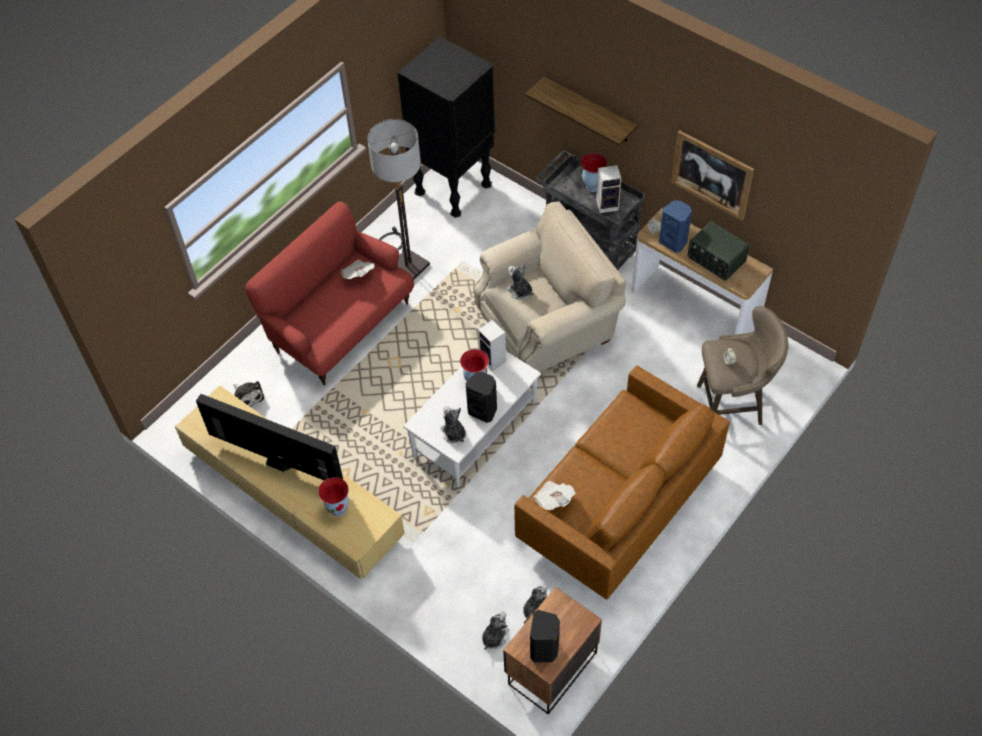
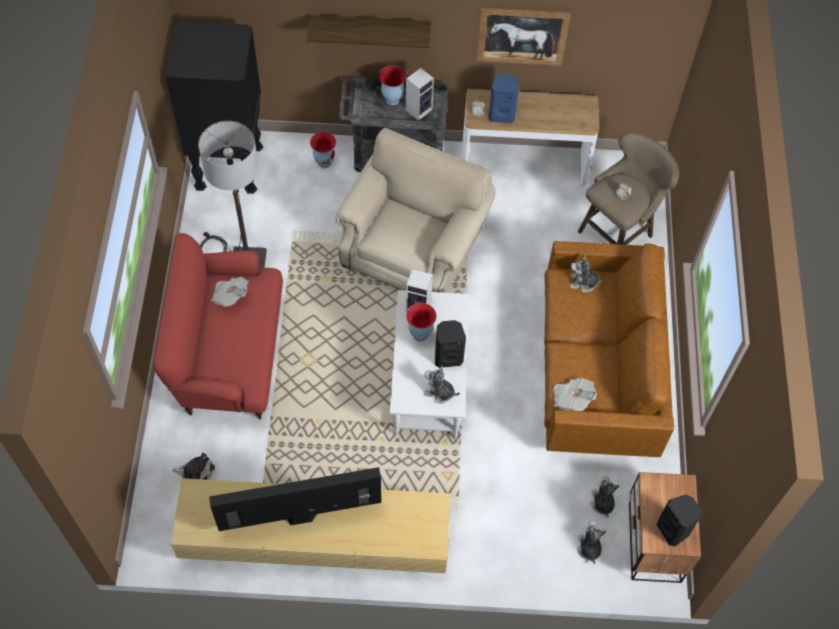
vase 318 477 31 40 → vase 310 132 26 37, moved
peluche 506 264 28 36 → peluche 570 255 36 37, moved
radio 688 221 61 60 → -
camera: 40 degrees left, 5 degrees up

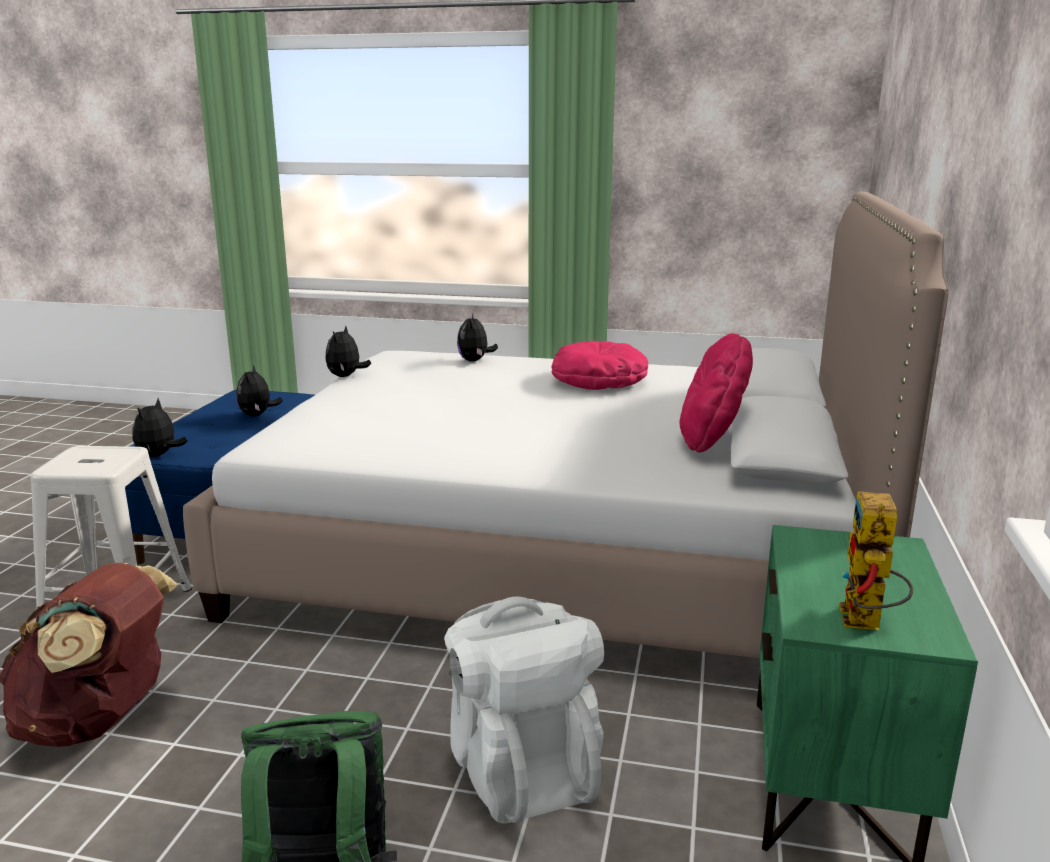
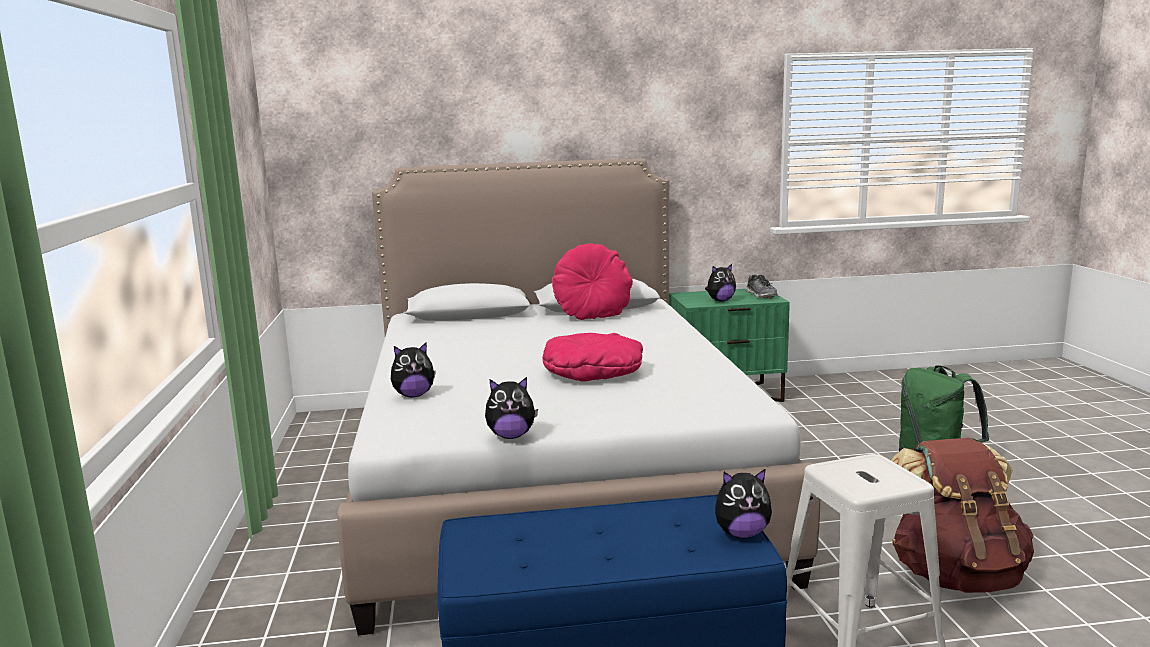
coussin (rose) 551 341 97 49 → coussin (rose) 542 333 101 49, moved
peluche 236 365 47 51 → peluche 705 264 31 37, moved
robot jouet 839 491 74 139 → chaussure 746 275 32 23
sac à dos (blanc) 444 596 160 227 → -
camera: 110 degrees left, 5 degrees down

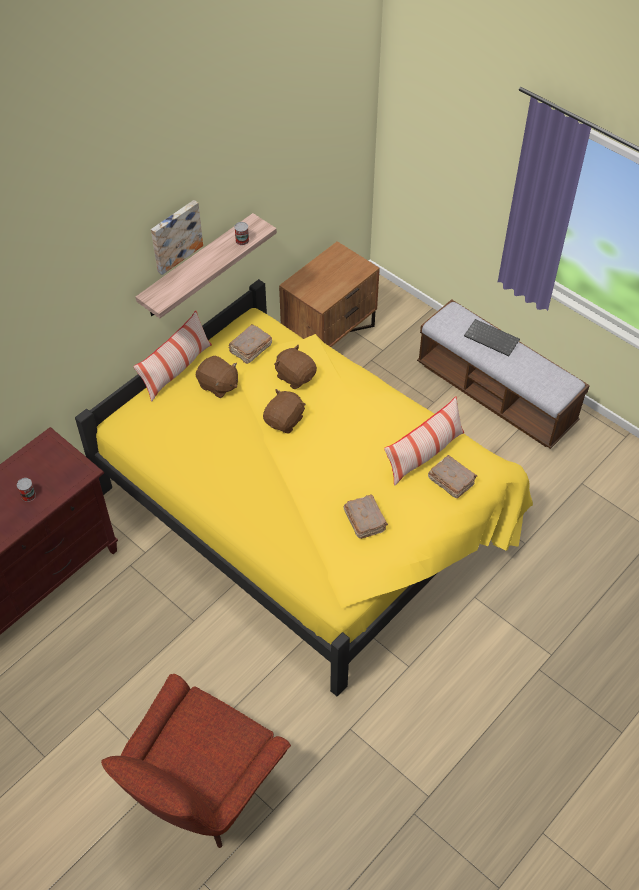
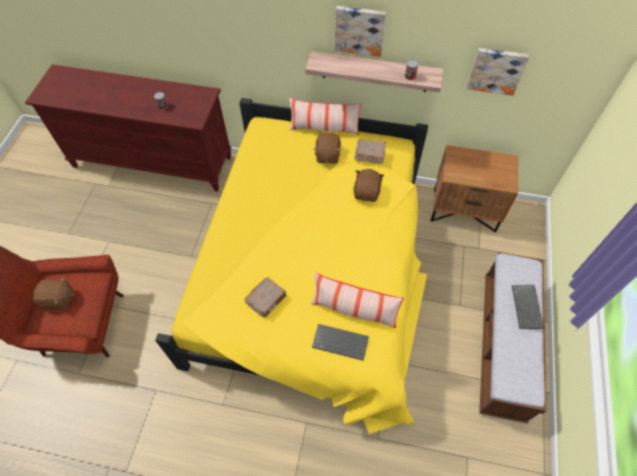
peluche (marron) 263 389 43 45 → peluche (marron) 33 277 42 33, moved
livre (marron) 428 455 49 43 → clavier 312 324 57 37
- → tableau 467 48 62 48
camera: 60 degrees right, 5 degrees up

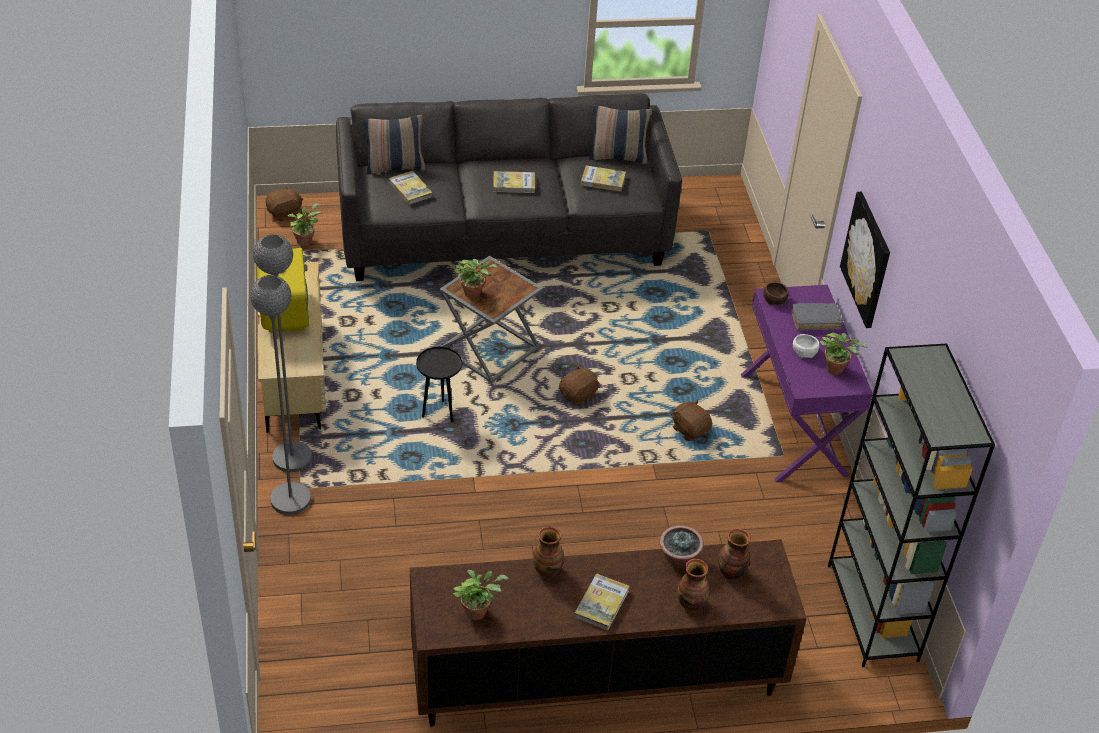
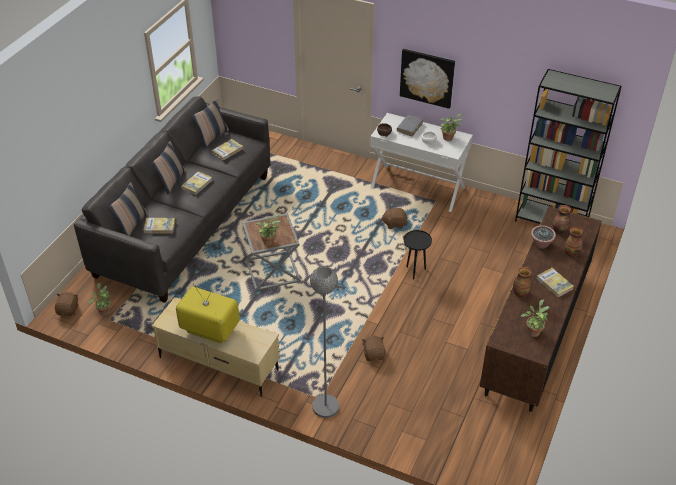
- → coussin 152 141 34 53
peluche (marron) 559 365 41 41 → peluche (marron) 362 336 24 25, moved
table console (violet) 741 285 132 197 → table console (blanc) 370 113 103 99
table d'appoint (noir) 416 347 46 75 → table d'appoint (noir) 404 230 28 50, moved
lampadaire (gris) 253 234 59 238 → -
camera: 55 degrees left, 0 degrees up

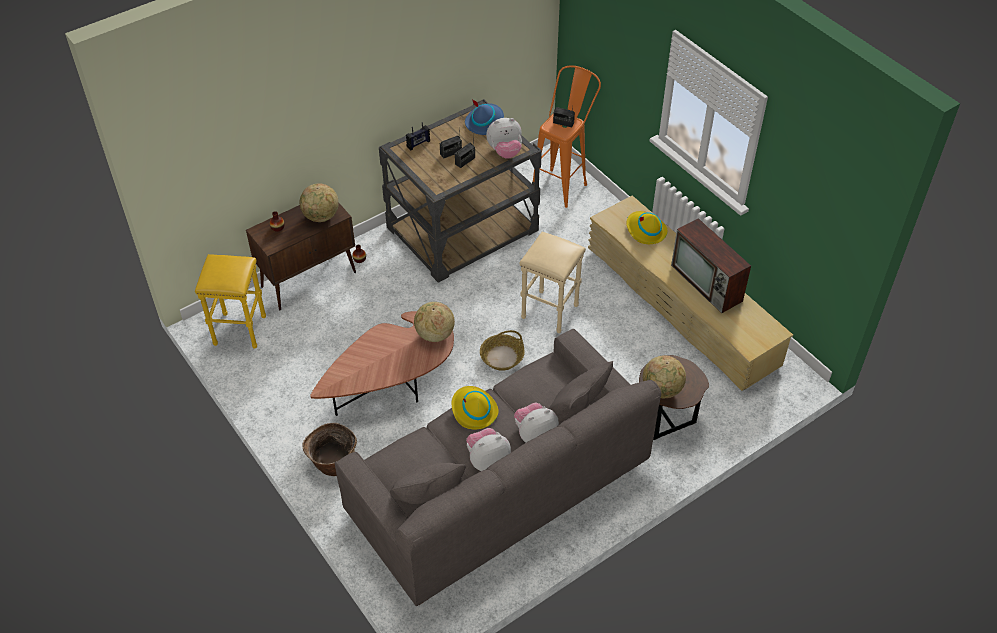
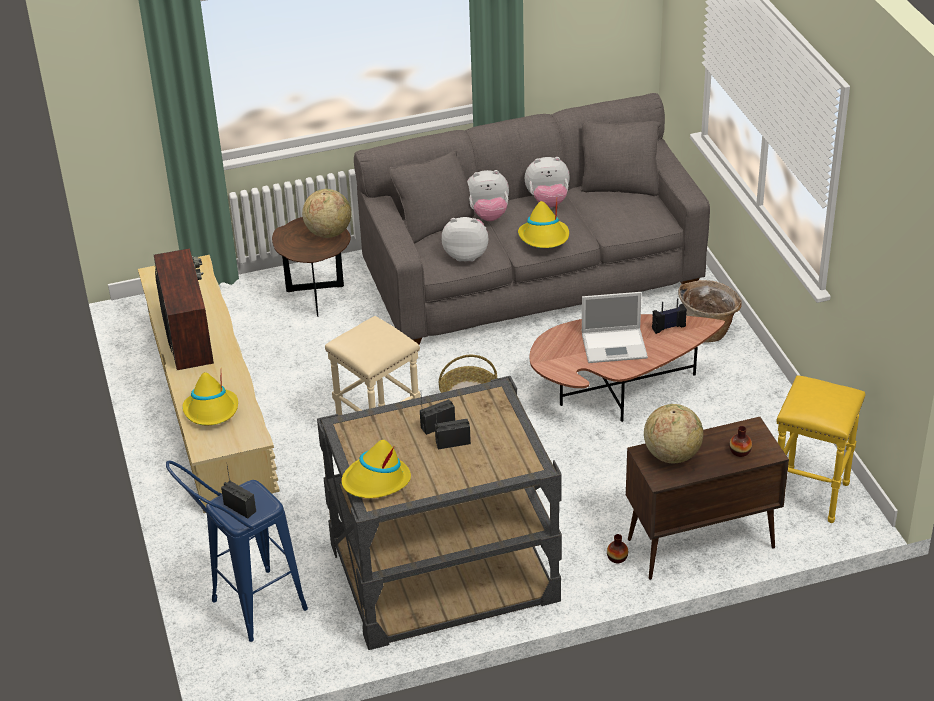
tabouret (orange) 533 65 68 143 → tabouret (bleu) 166 461 142 181
chapeau (bleu) 465 100 39 35 → chapeau (jaune) 341 440 70 58
peluche 486 118 36 41 → peluche 441 217 47 45, moved
- → ordinateur portable 582 292 66 71
radio 406 122 24 29 → radio 652 298 35 36, moved
globe 414 302 41 40 → -
camera: 160 degrees left, 10 degrees down

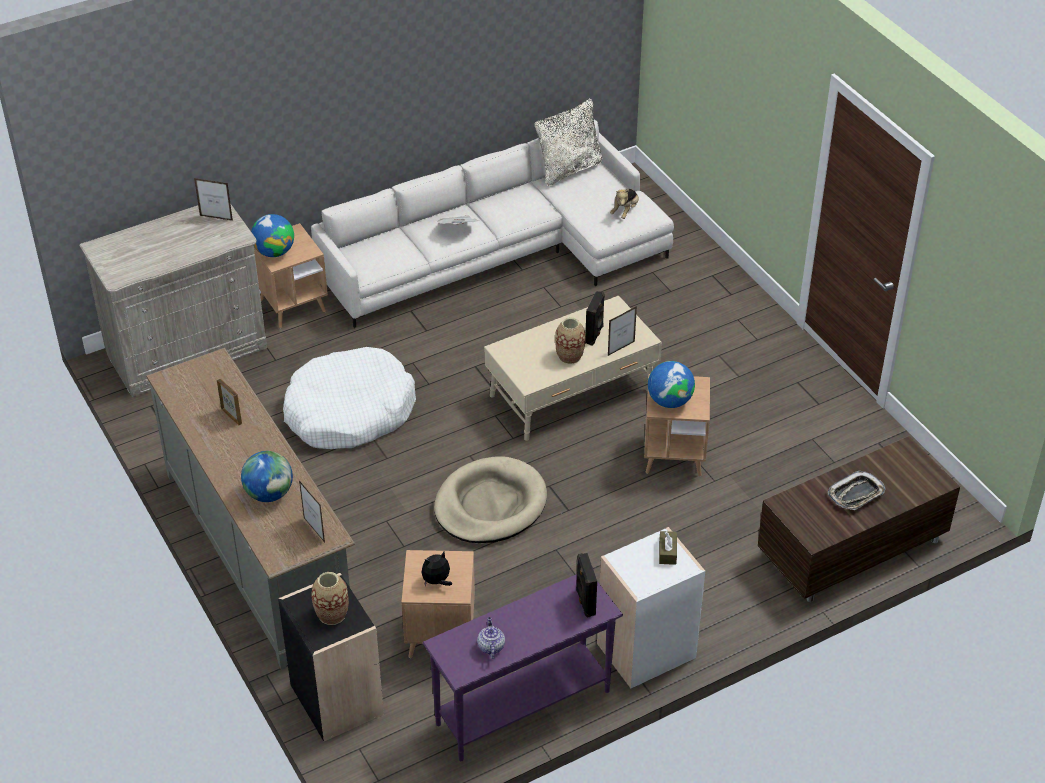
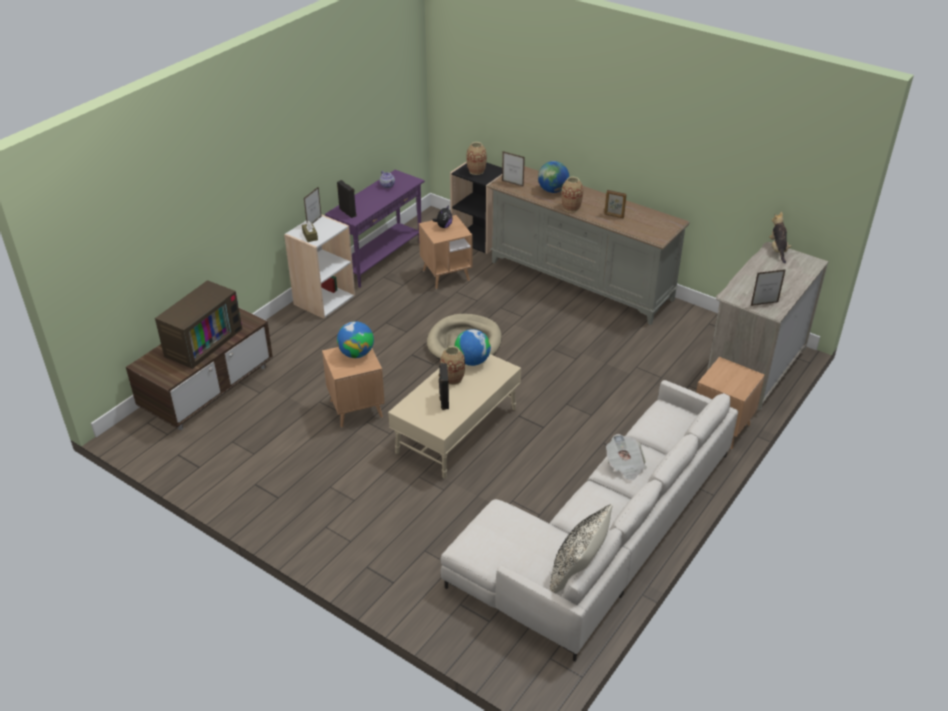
plateau 828 471 58 39 → téléviseur 155 280 87 89
cadre photo 608 306 29 50 → cadre photo 304 187 18 37, moved
globe 251 214 43 43 → globe 454 329 37 37, moved
- → vase 561 177 22 35
peluche 610 189 29 30 → peluche 769 212 22 52, moved
panier pour chien (blanc) 283 347 133 102 → -
camera: 155 degrees right, 5 degrees down

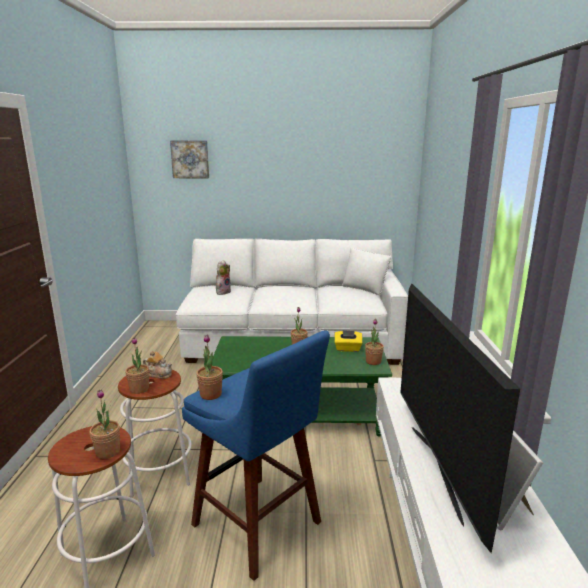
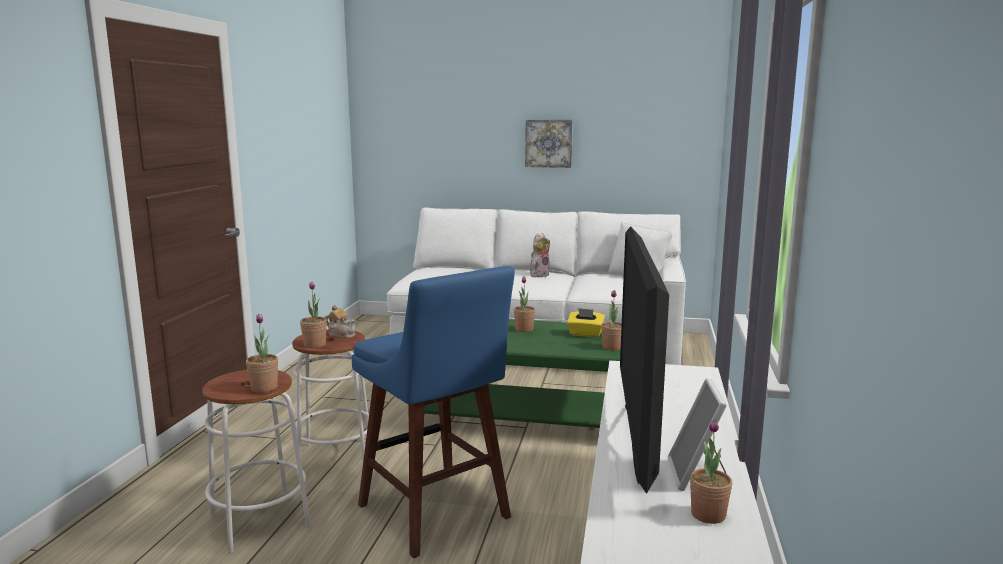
tableau 170 140 39 38 → tableau 525 120 48 48, moved
peluche 216 260 15 35 → peluche 530 233 20 44, moved
plante en pot 196 334 27 66 → plante en pot 690 419 42 105, moved
camera: 10 degrees right, 5 degrees down

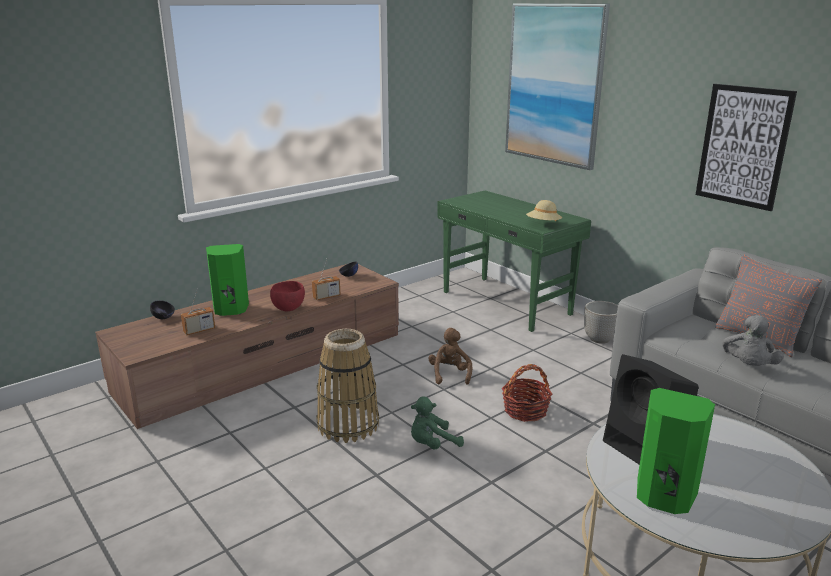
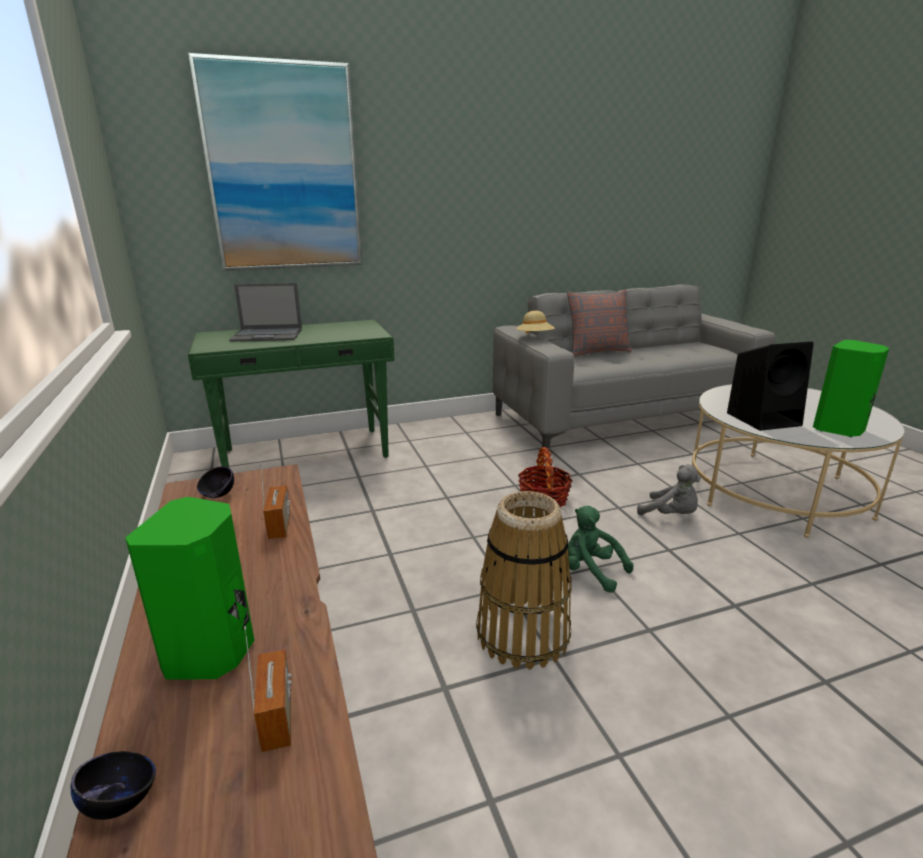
- → ordinateur portable 229 283 73 59
chapeau (beige) 526 200 36 21 → chapeau (beige) 516 311 39 23, moved
peluche (vert) 411 396 53 54 → peluche (vert) 568 506 66 87, 135 degrees clockwise
peluche (gris) 722 315 62 51 → peluche (gris) 637 465 64 50, moved
bol (rouge) 270 281 35 30 → -
peluche (marron) 428 328 44 57 → -
cache-pot 584 301 34 43 → -
tableau 696 84 101 127 → -
camera: 70 degrees left, 0 degrees up

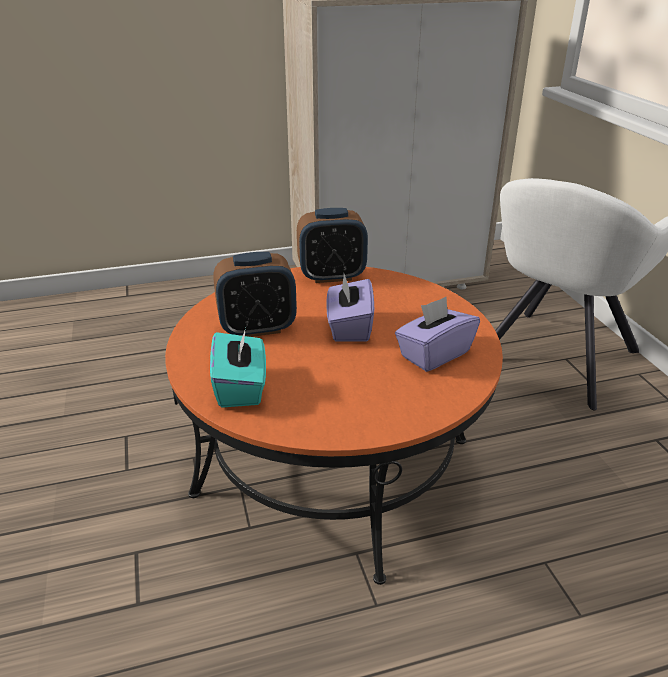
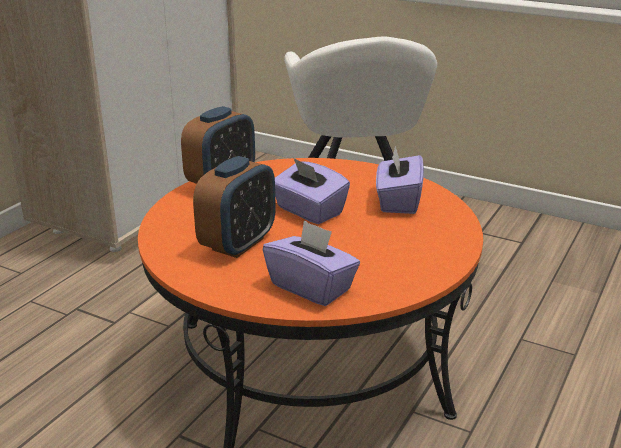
boîte à mouchoirs (turquoise) 210 328 56 80 → boîte à mouchoirs (violet) 262 220 98 86
camera: 45 degrees left, 5 degrees down

